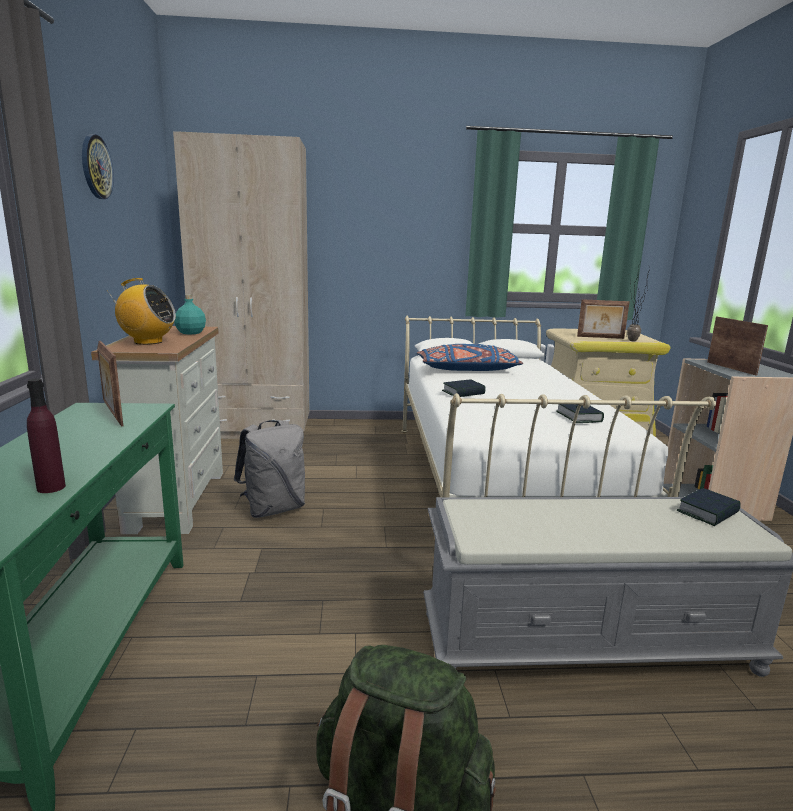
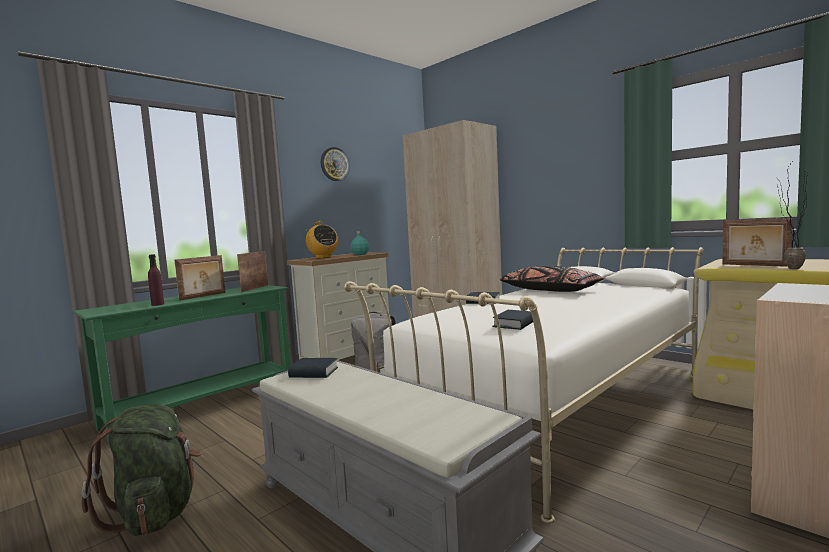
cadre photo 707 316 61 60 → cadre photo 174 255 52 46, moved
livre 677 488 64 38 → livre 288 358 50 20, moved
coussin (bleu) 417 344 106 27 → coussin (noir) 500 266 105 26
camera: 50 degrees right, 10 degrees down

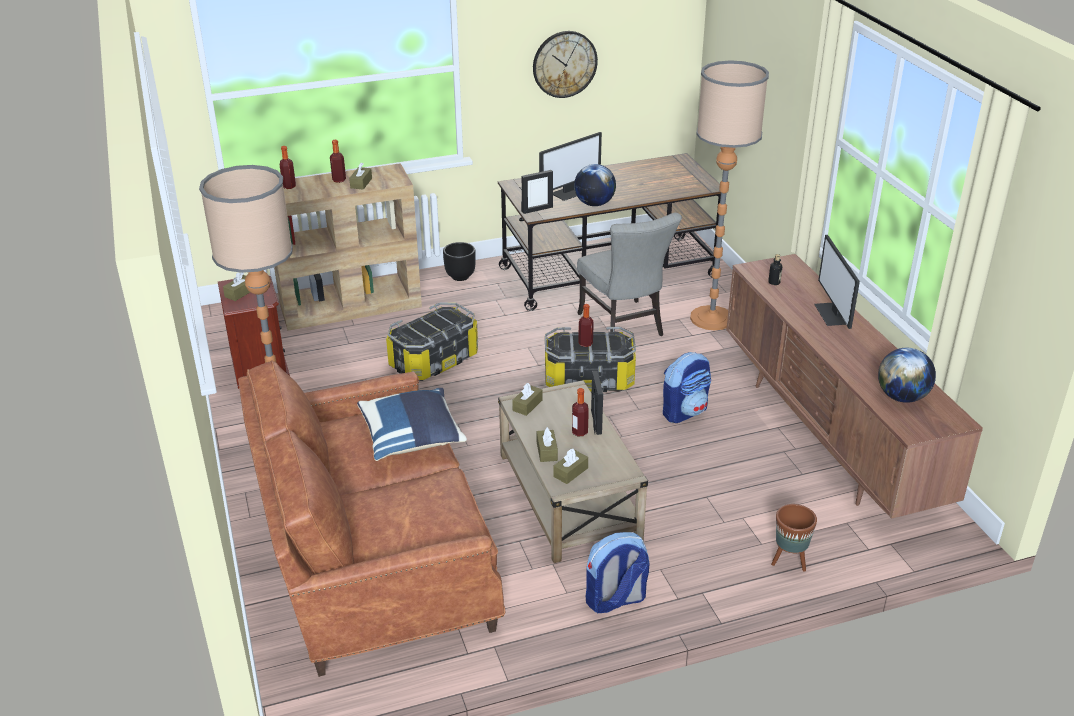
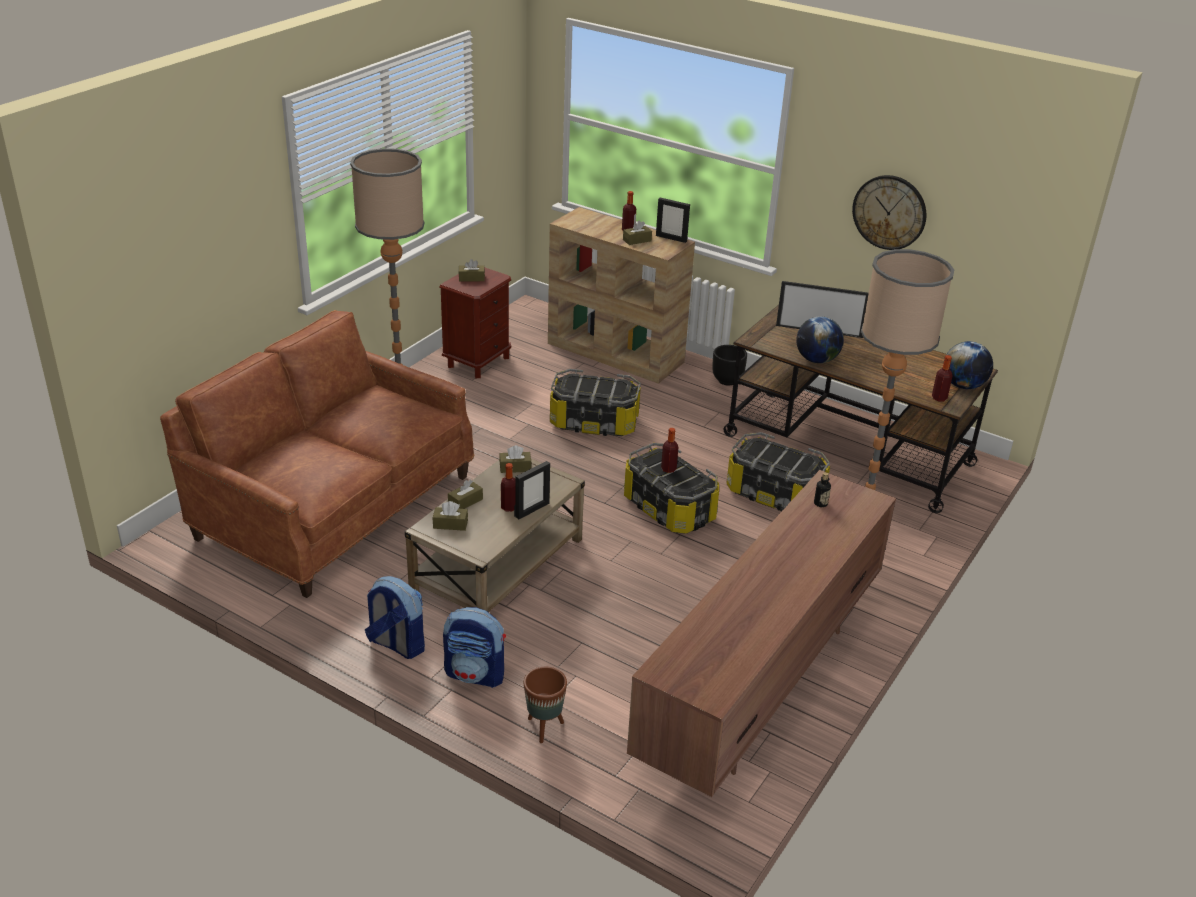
sac à dos 663 352 48 71 → sac à dos 443 607 63 81, moved
cadre photo 521 170 32 44 → cadre photo 656 198 34 45, moved
chaise (gris) 577 212 105 125 → boîte de rangement 726 432 104 79
bouteille 280 146 16 43 → bouteille 932 355 21 47, moved
globe 878 348 58 55 → globe 944 341 49 48, moved
coussin (bleu) 357 388 110 73 → -
écran d'ordinateur 814 235 46 94 → -
camera: 50 degrees right, 0 degrees up

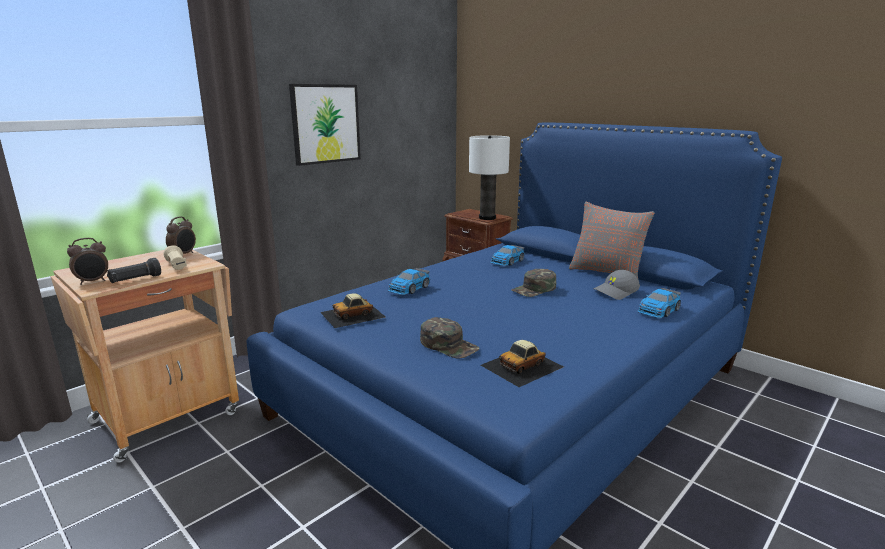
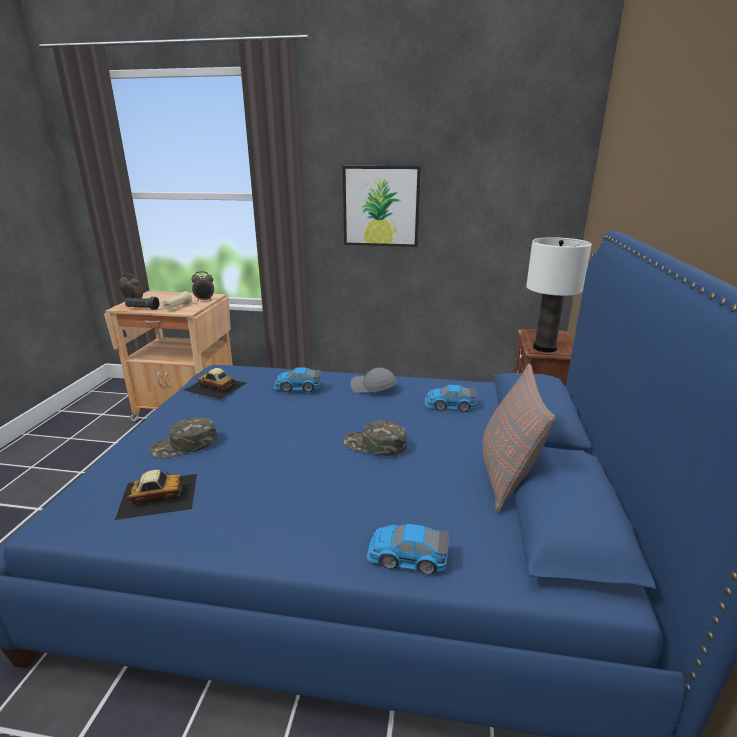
petite voiture 481 340 83 47 → petite voiture 115 470 82 50, 150 degrees clockwise
casquette (vert) 420 317 60 41 → casquette (vert) 149 417 68 42, 60 degrees clockwise
casquette (gris) 594 270 46 30 → casquette (gris) 350 368 47 24, moved
camera: 55 degrees right, 5 degrees up

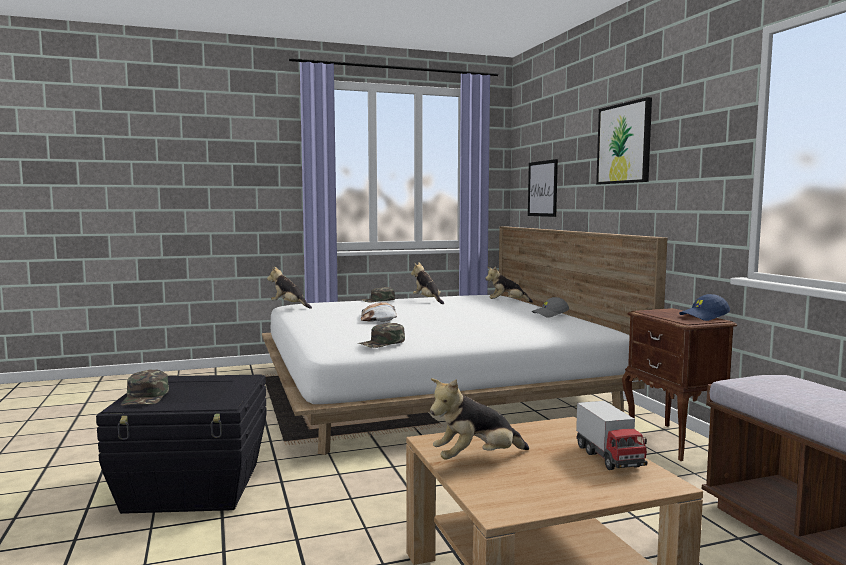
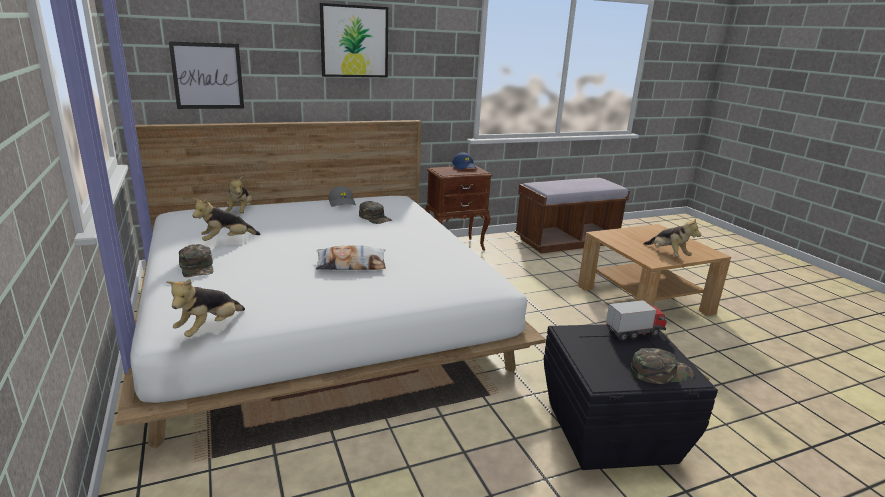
casquette (vert) 357 323 48 25 → casquette (vert) 359 201 33 23, moved
camion jouet 576 401 71 69 → camion jouet 606 300 61 41, moved
camera: 95 degrees left, 15 degrees up

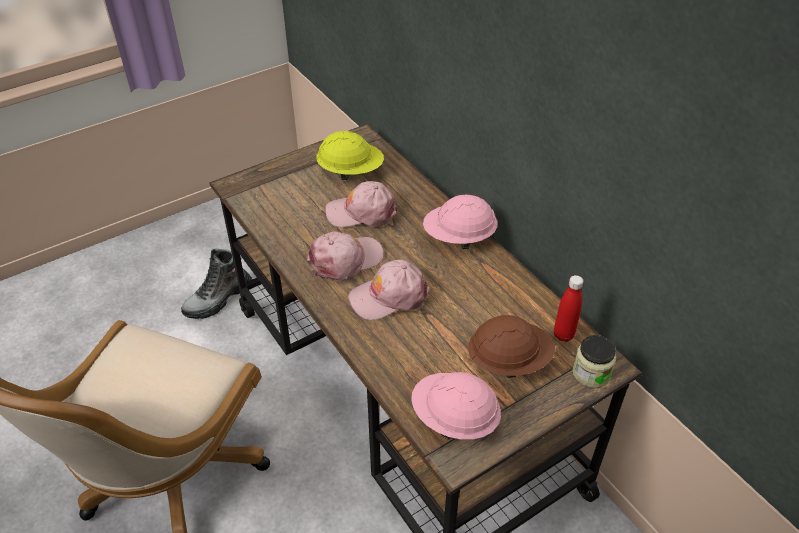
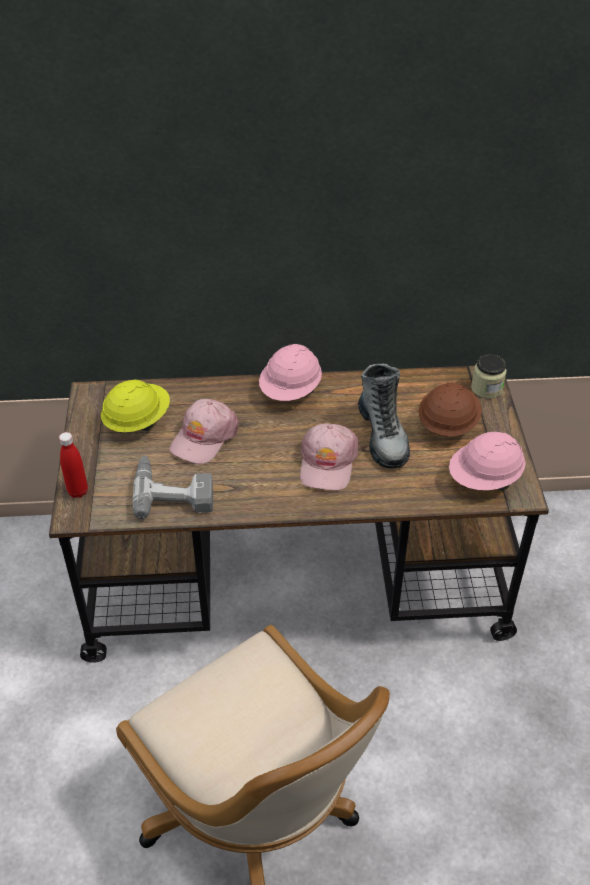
bouteille (rouge) 554 275 29 67 → bouteille (rouge) 59 432 29 66, moved
- → perceuse 132 455 81 64
botte 181 249 71 70 → botte 358 363 52 105, moved
casquette (rose) 307 231 77 50 → -
camera: 60 degrees left, 0 degrees up

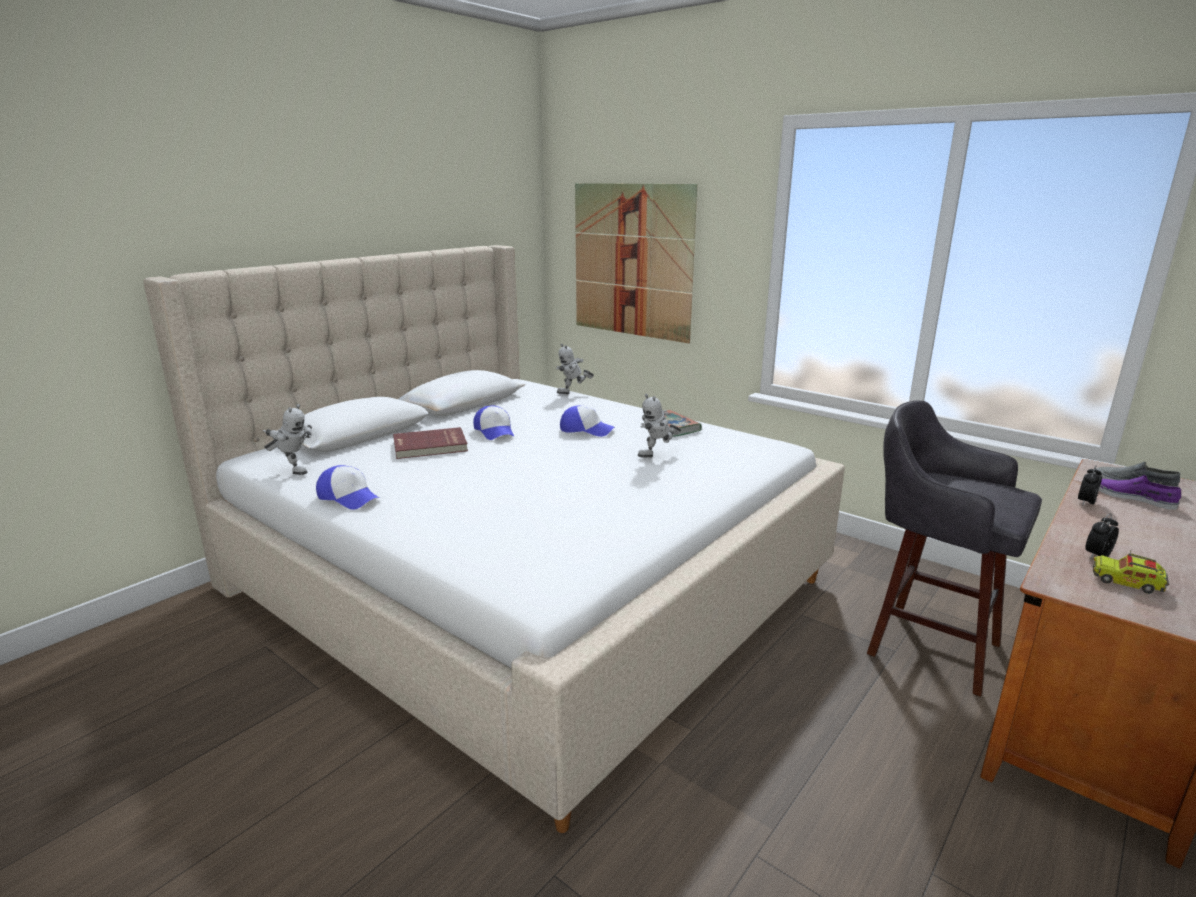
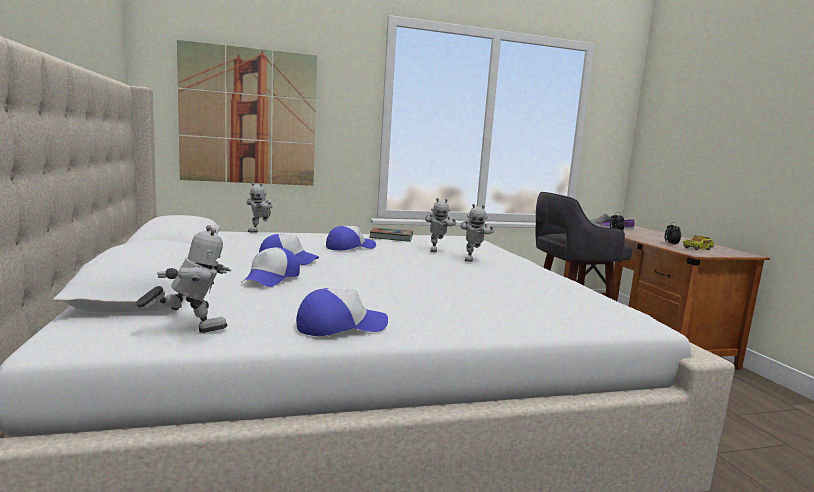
livre (rouge) 393 427 75 32 → casquette 242 247 58 40
- → robot jouet 460 204 34 58
camera: 55 degrees left, 10 degrees down

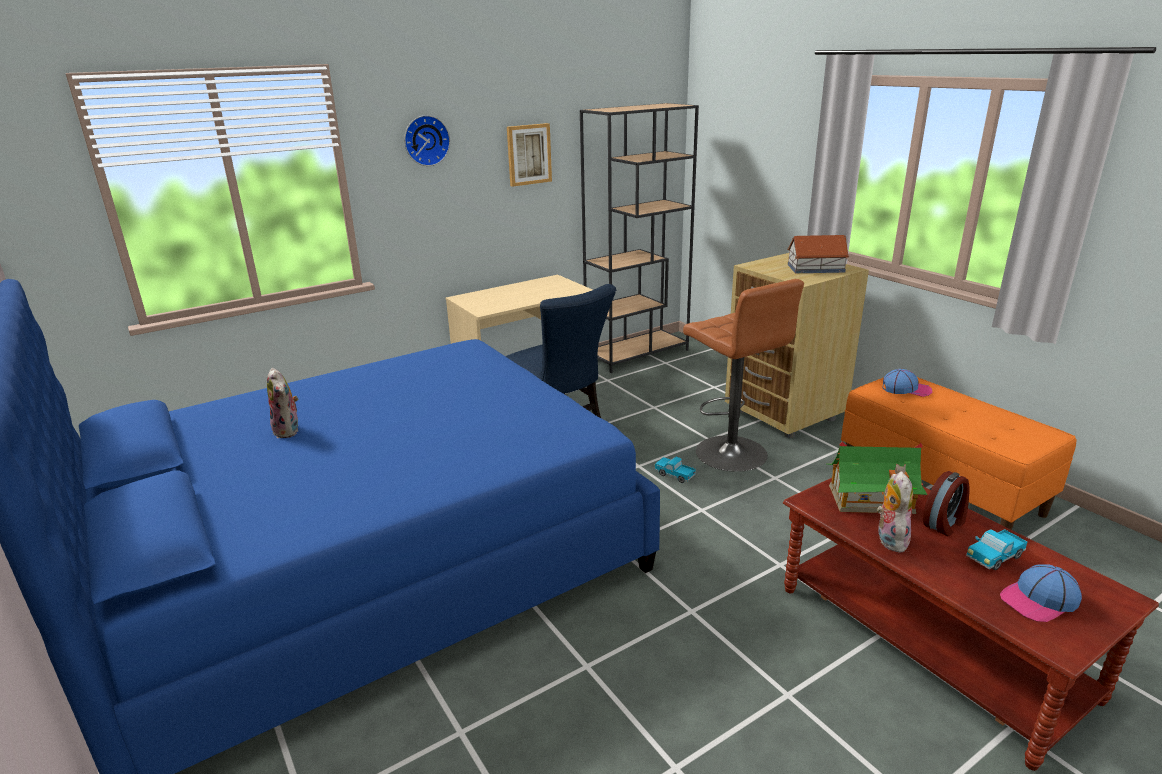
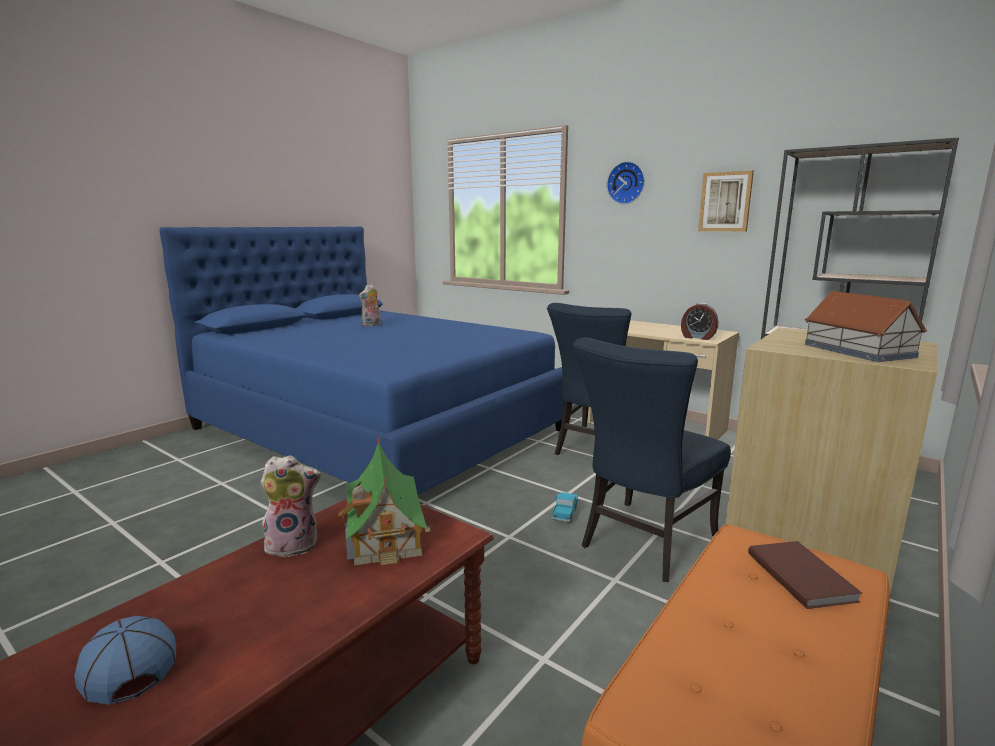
tabouret (marron) 683 279 121 193 → chaise (bleu) 572 338 159 244
réveil 923 471 46 65 → réveil 681 303 38 37, moved
casquette 882 369 50 28 → livre (marron) 748 541 114 68
camion jouet 966 529 61 41 → -
camera: 70 degrees right, 10 degrees down

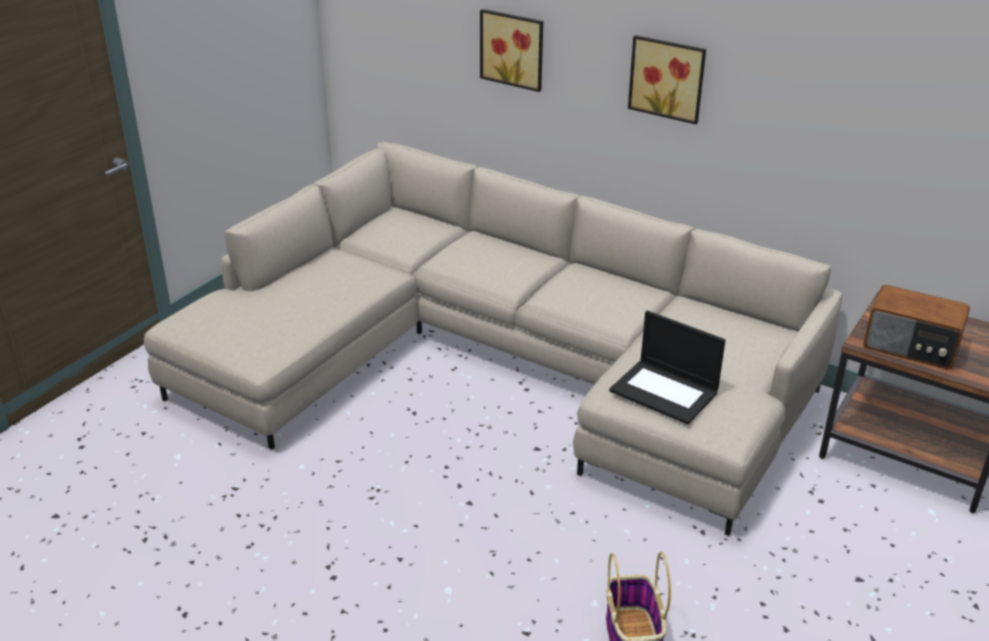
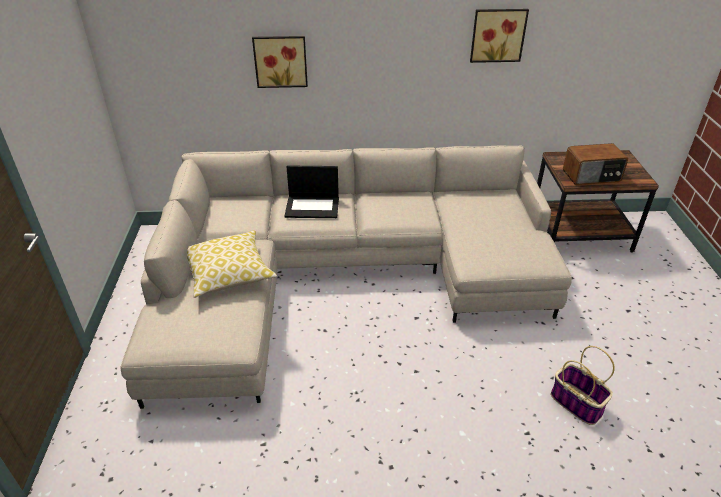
- → coussin 187 230 90 68
ordinateur portable 609 310 117 114 → ordinateur portable 285 165 54 53, moved
tableau 628 35 78 89 → tableau 470 9 59 54, moved
camera: 35 degrees left, 5 degrees up

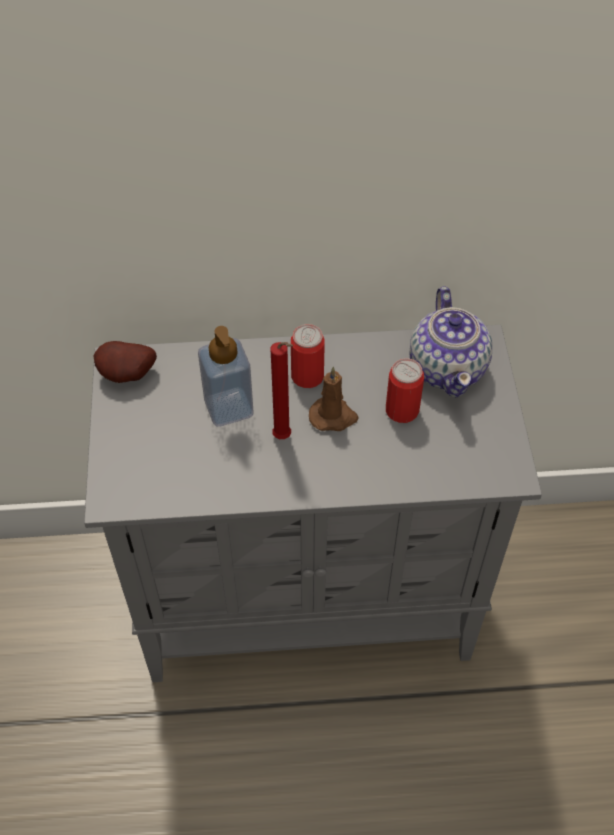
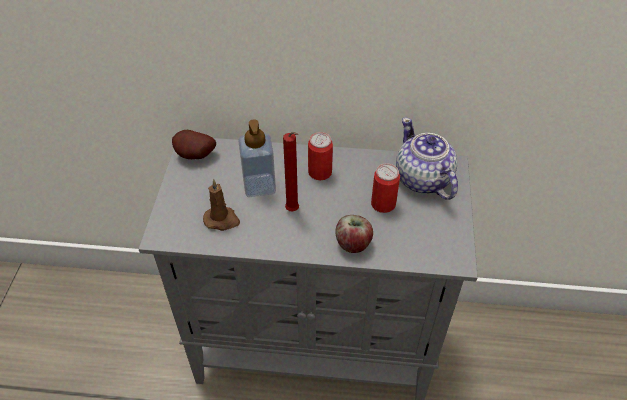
bougie (marron) 309 366 50 65 → bougie (marron) 203 179 37 52, moved
- → pomme 335 215 38 38
théière 409 287 83 110 → théière 396 117 62 83, 150 degrees clockwise
camera: 10 degrees right, 5 degrees down

